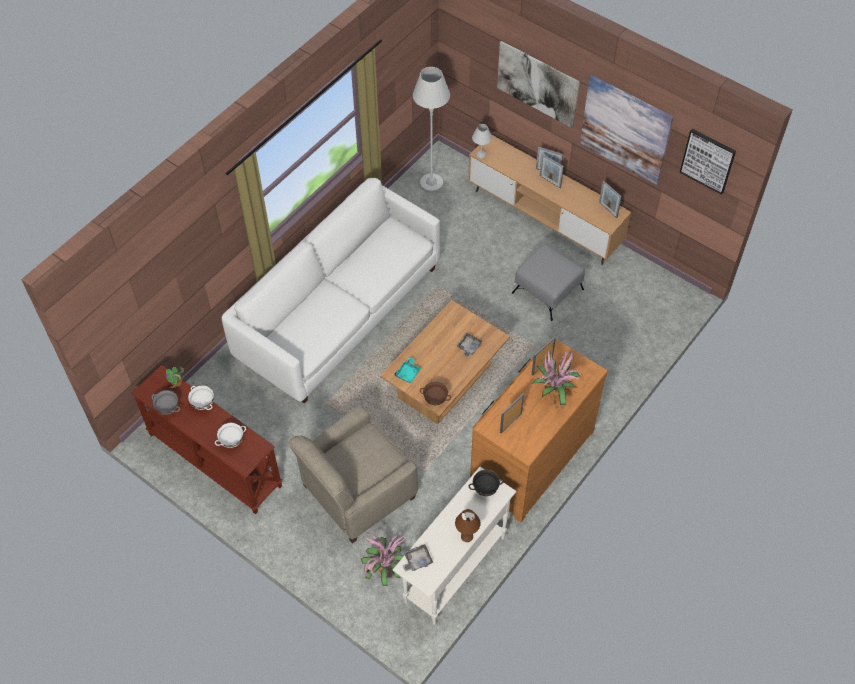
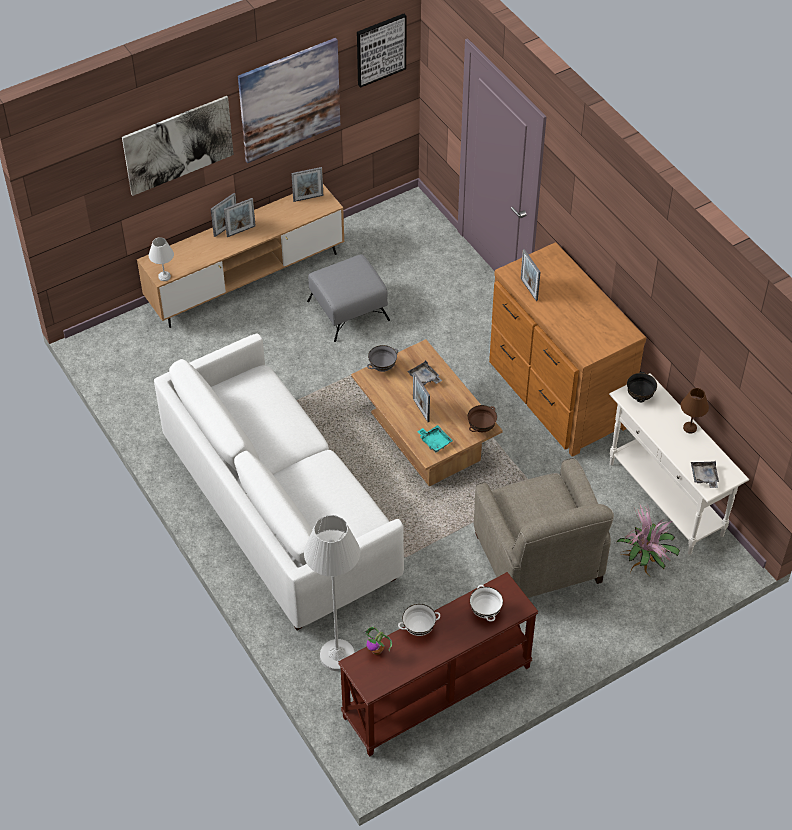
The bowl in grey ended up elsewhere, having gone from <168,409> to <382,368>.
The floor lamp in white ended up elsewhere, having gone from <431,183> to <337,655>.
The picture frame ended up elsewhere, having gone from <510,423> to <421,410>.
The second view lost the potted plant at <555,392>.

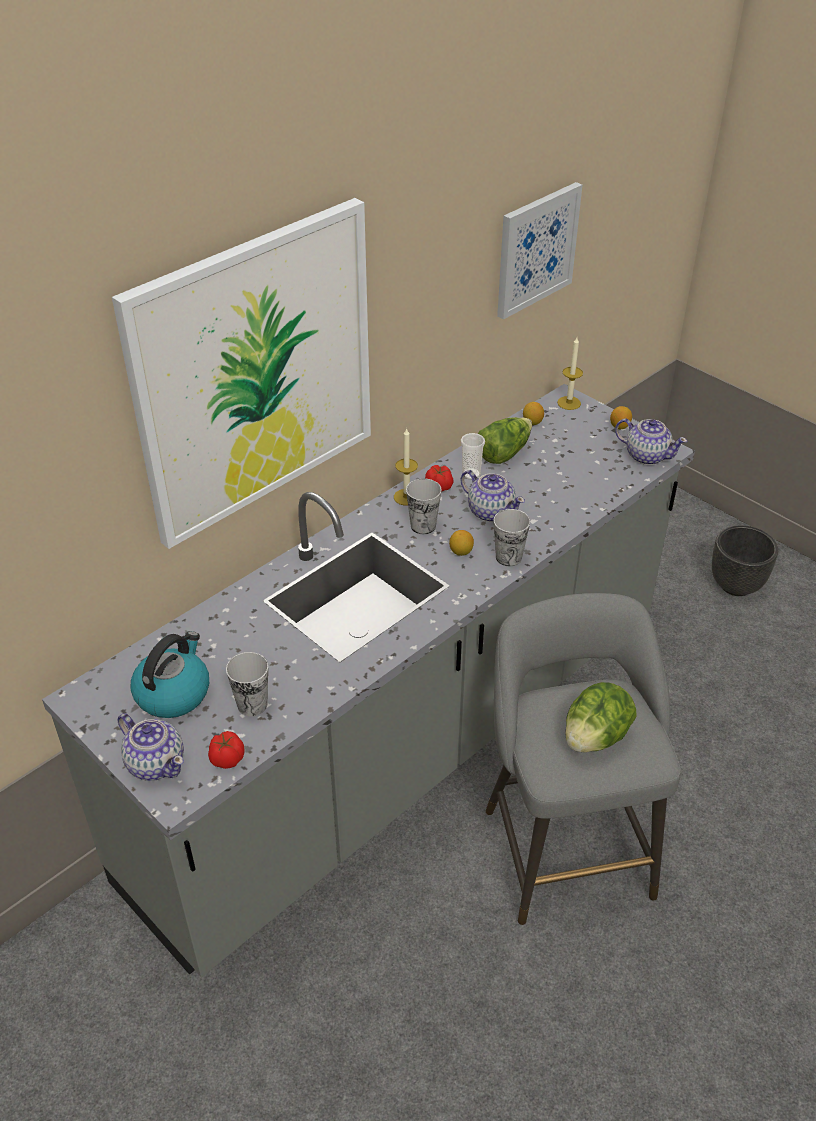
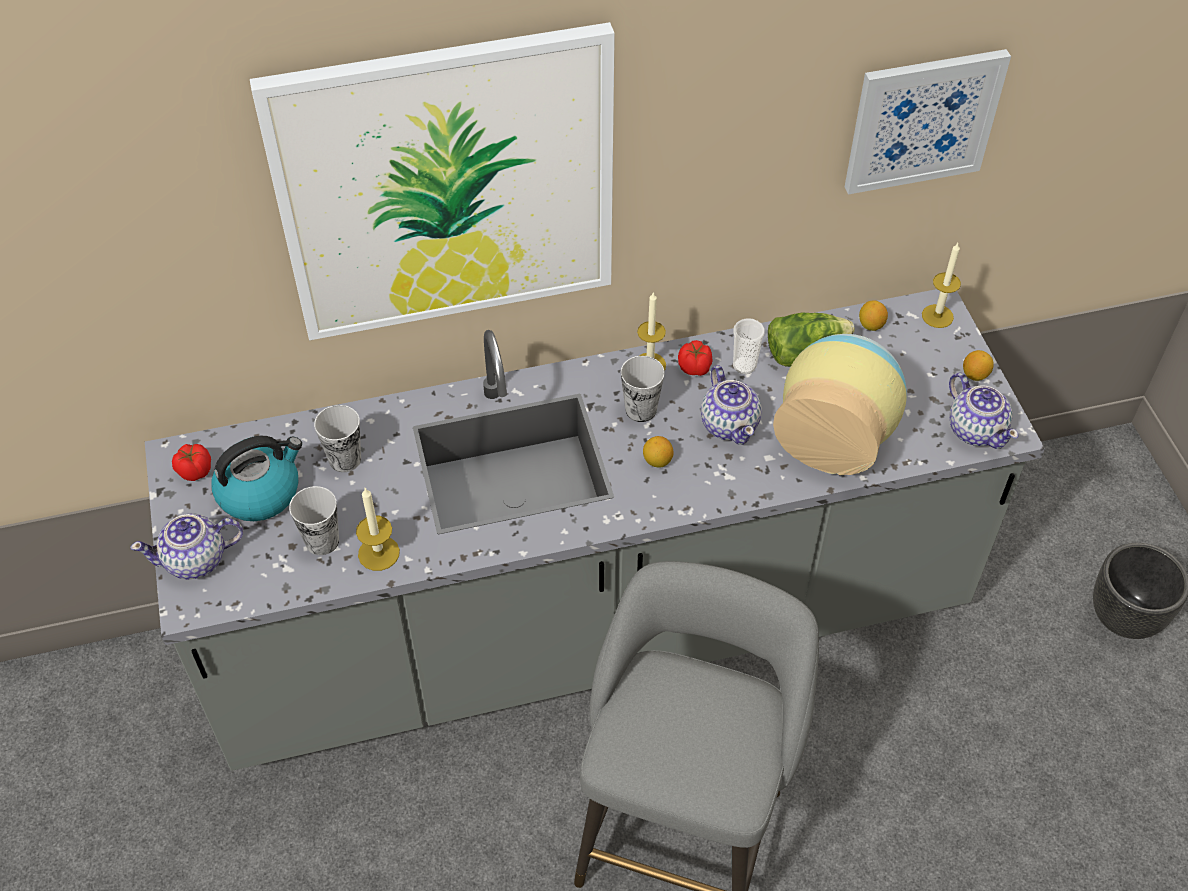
The teapot at <156,763> ended up facing another way, 90 degrees clockwise from before.
The tomato ended up elsewhere, having gone from <226,759> to <194,471>.
The cup ended up elsewhere, having gone from <508,557> to <345,459>.
The second view lost the lettuce at <595,737>.
The second view gained the candle at <378,553>.
The second view gained the vase at <836,433>.

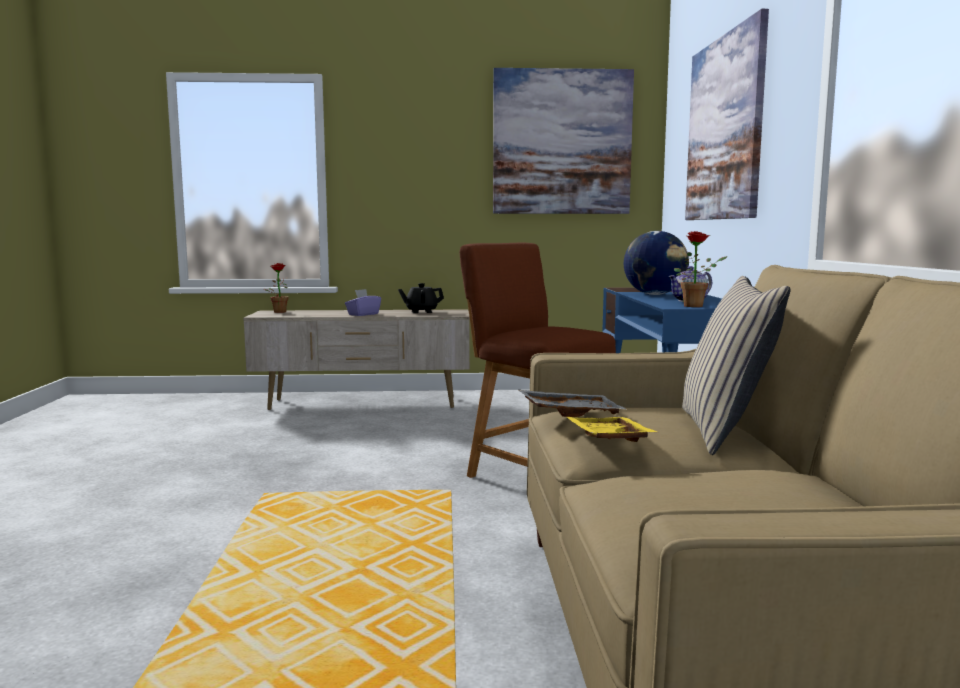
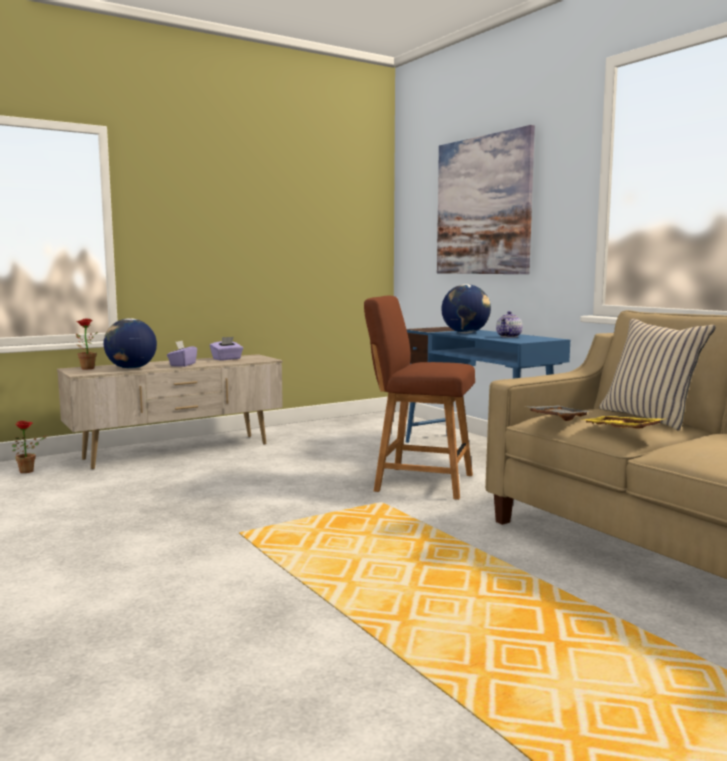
Where the teapot in black stood at <421,312>, the tissue box in purple came to stand at <227,359>.
The second view lost the picture at <562,142>.
The potted plant ended up elsewhere, having gone from <697,306> to <29,471>.
The second view gained the globe at <131,368>.

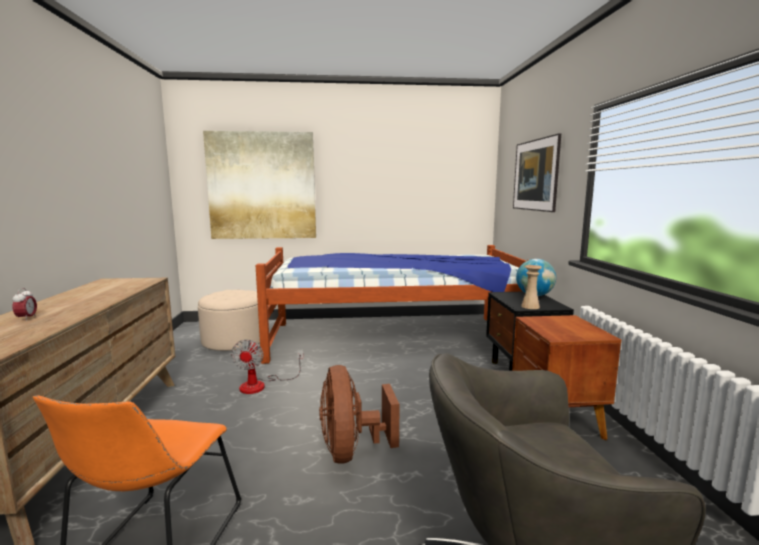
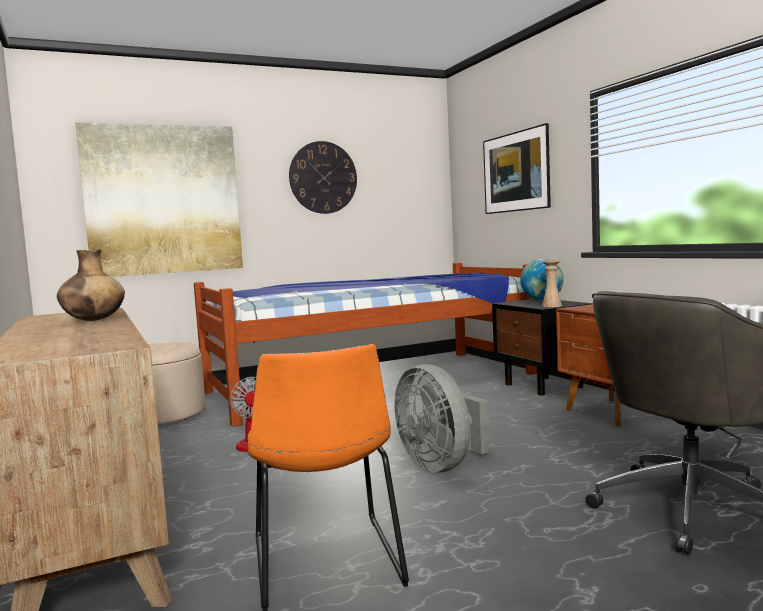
The second view lost the alarm clock at <27,318>.
What was the fan in brown at <351,451> turned into the fan in grey at <441,465>.
The second view gained the vase in brown at <93,320>.
The second view gained the wall clock at <323,177>.

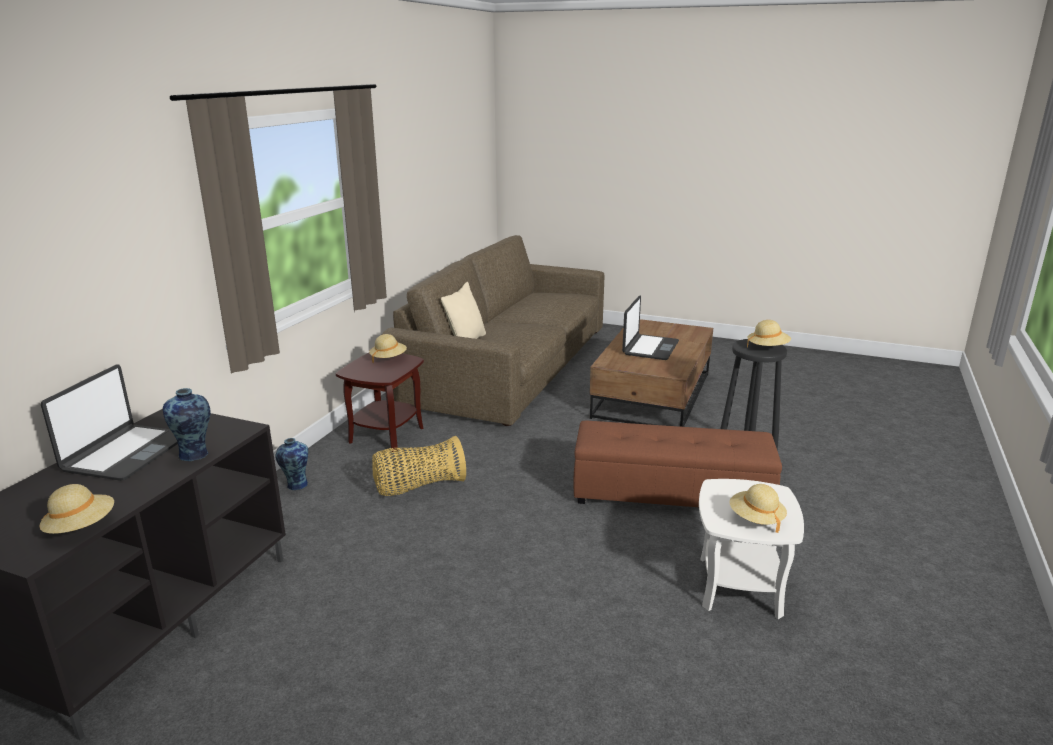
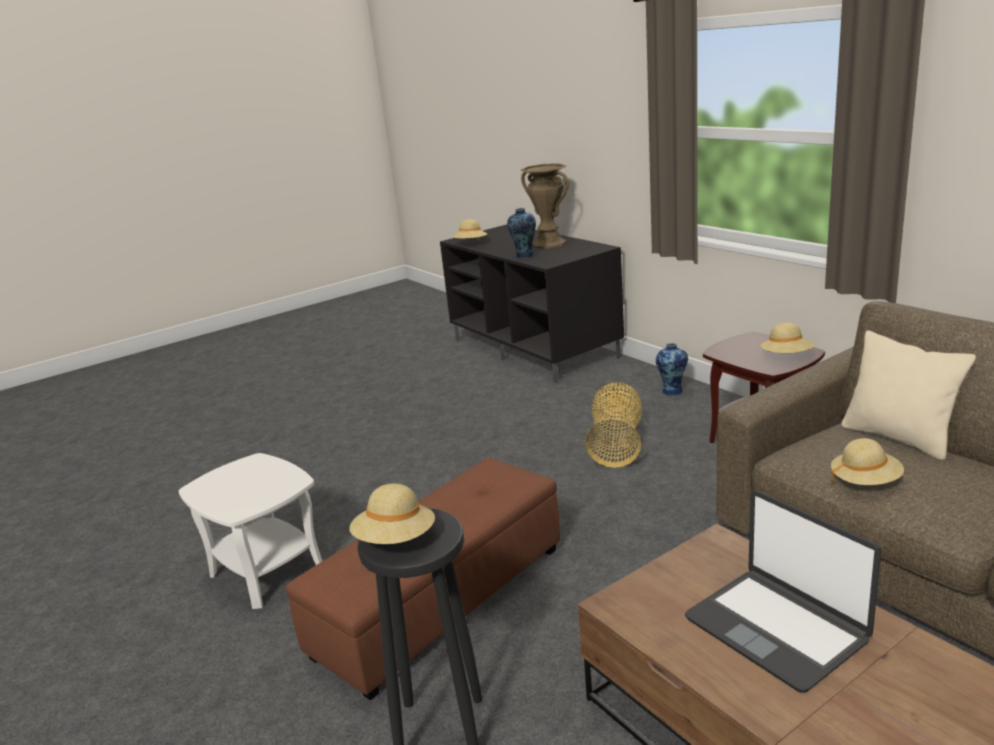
Where the laptop stood at <126,453>, the vase in brown came to stand at <549,244>.
The hat in beige ended up elsewhere, having gone from <756,519> to <865,481>.

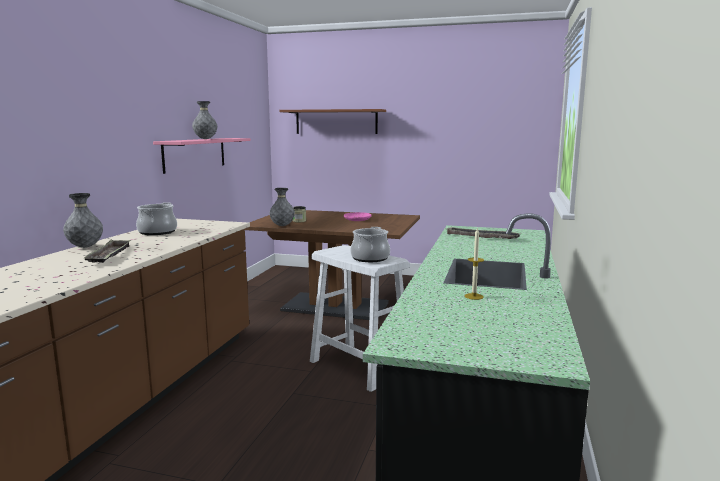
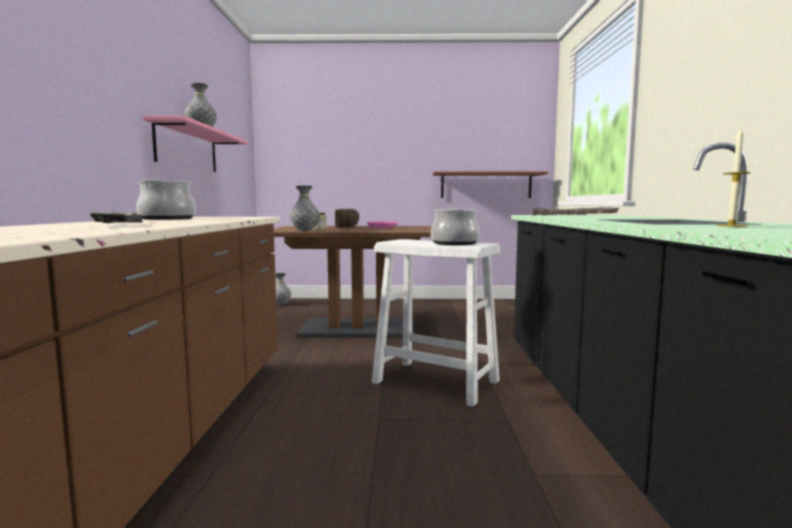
The vase in grey ended up elsewhere, having gone from <85,247> to <280,304>.
The shelf in brown ended up elsewhere, having gone from <336,121> to <486,185>.
The second view gained the bread at <348,227>.

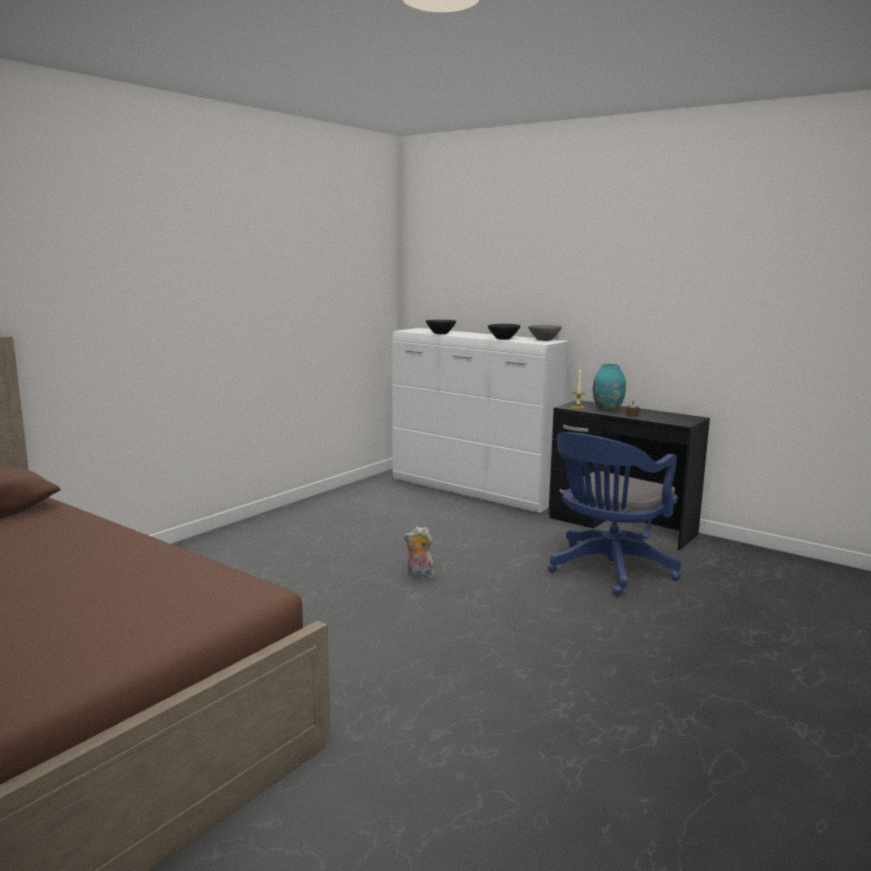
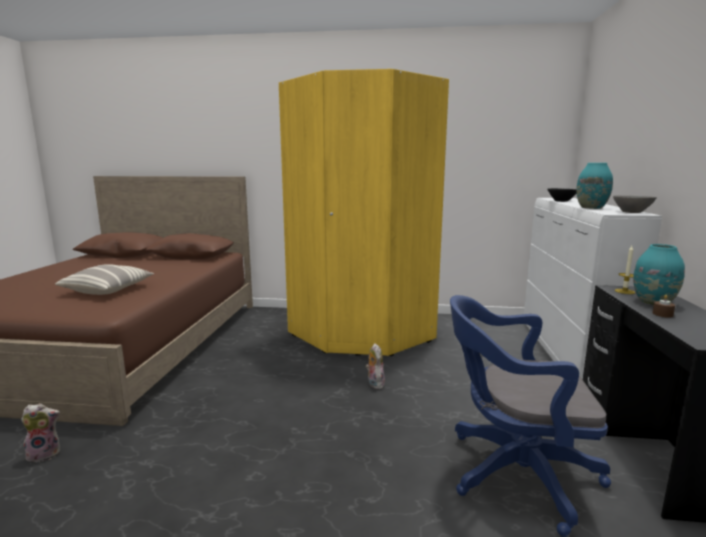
Where the bowl in black stood at <503,339>, the vase in turquoise came to stand at <591,208>.
The second view gained the plush toy at <45,454>.
The second view gained the pillow at <108,290>.
The second view gained the wardrobe in yellow at <361,334>.

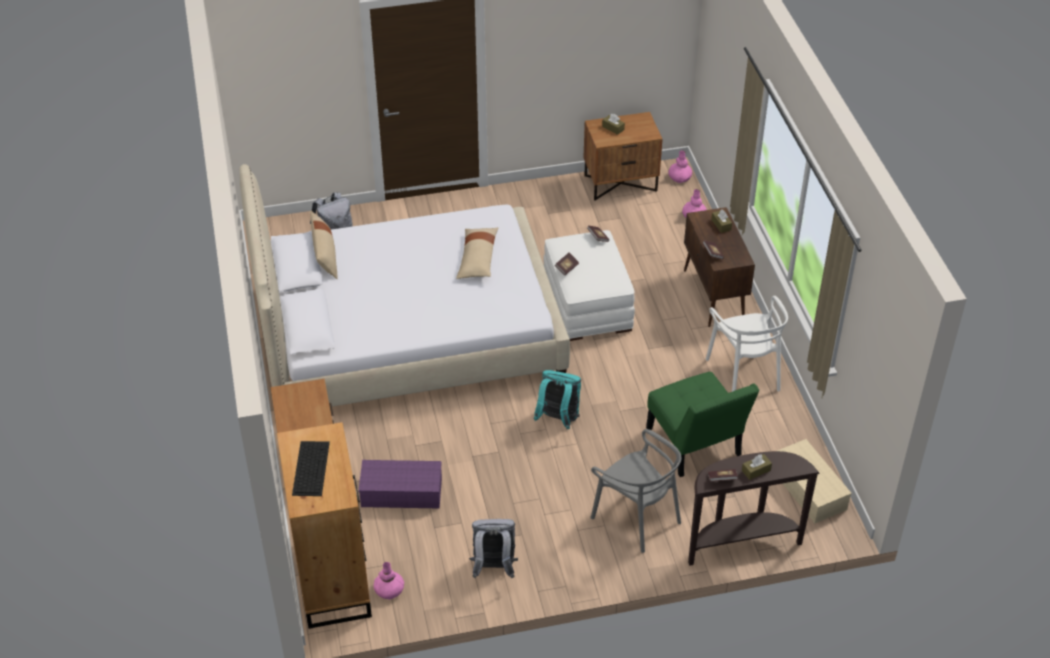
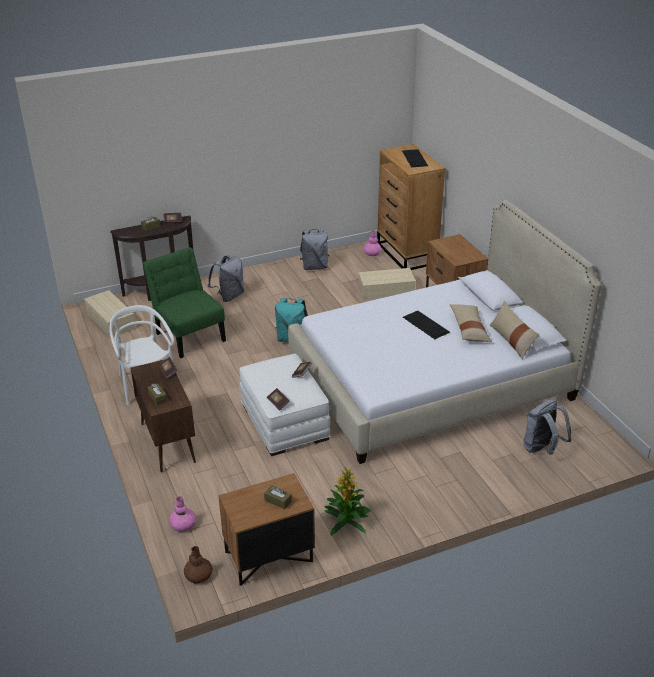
What was the storage box in purple at <403,491> turned into the storage box in beige at <385,292>.
The pillow in beige ended up elsewhere, having gone from <477,259> to <469,329>.
Where the chair in grey stood at <637,517>, the backpack in grey came to stand at <229,296>.
What was the vase in pink at <680,177> turned into the vase in brown at <198,575>.
The second view gained the potted plant at <347,521>.
The second view gained the keyboard at <426,324>.

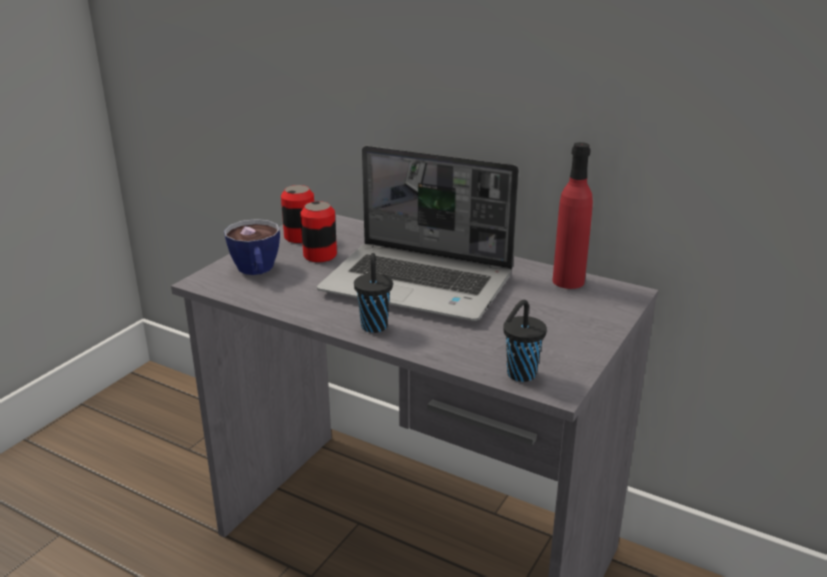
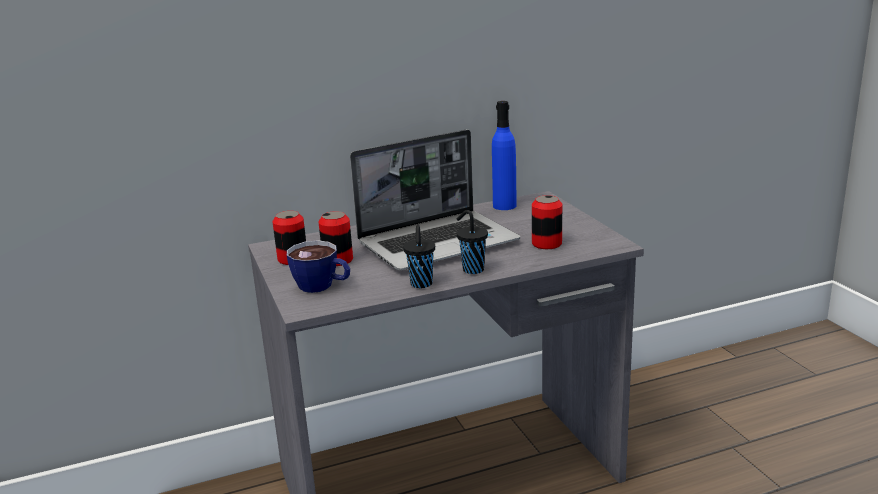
The cup in black ended up elsewhere, having gone from <519,375> to <421,284>.
What was the bottle in red at <568,281> turned into the bottle in blue at <504,206>.
The second view gained the can at <546,244>.

